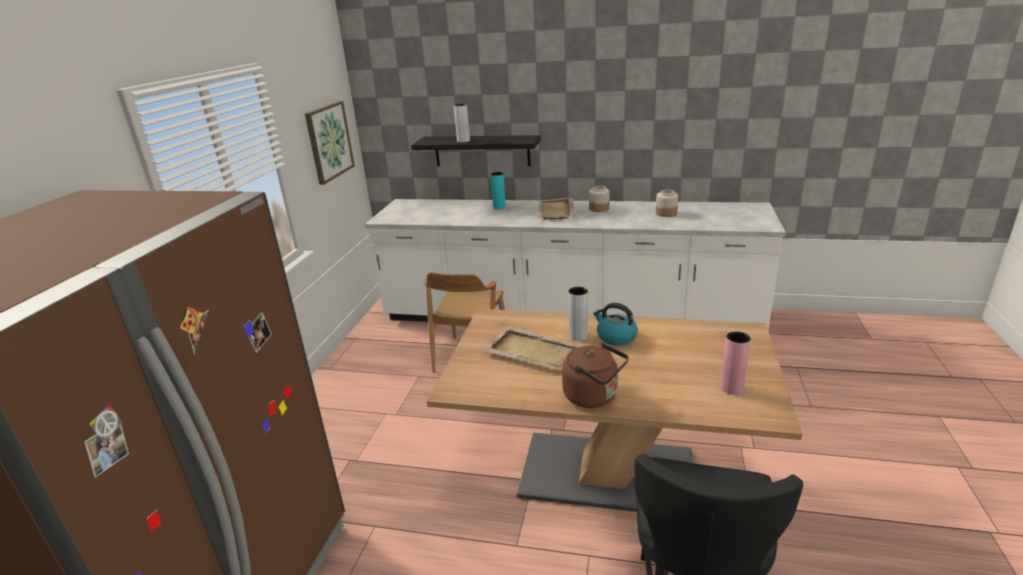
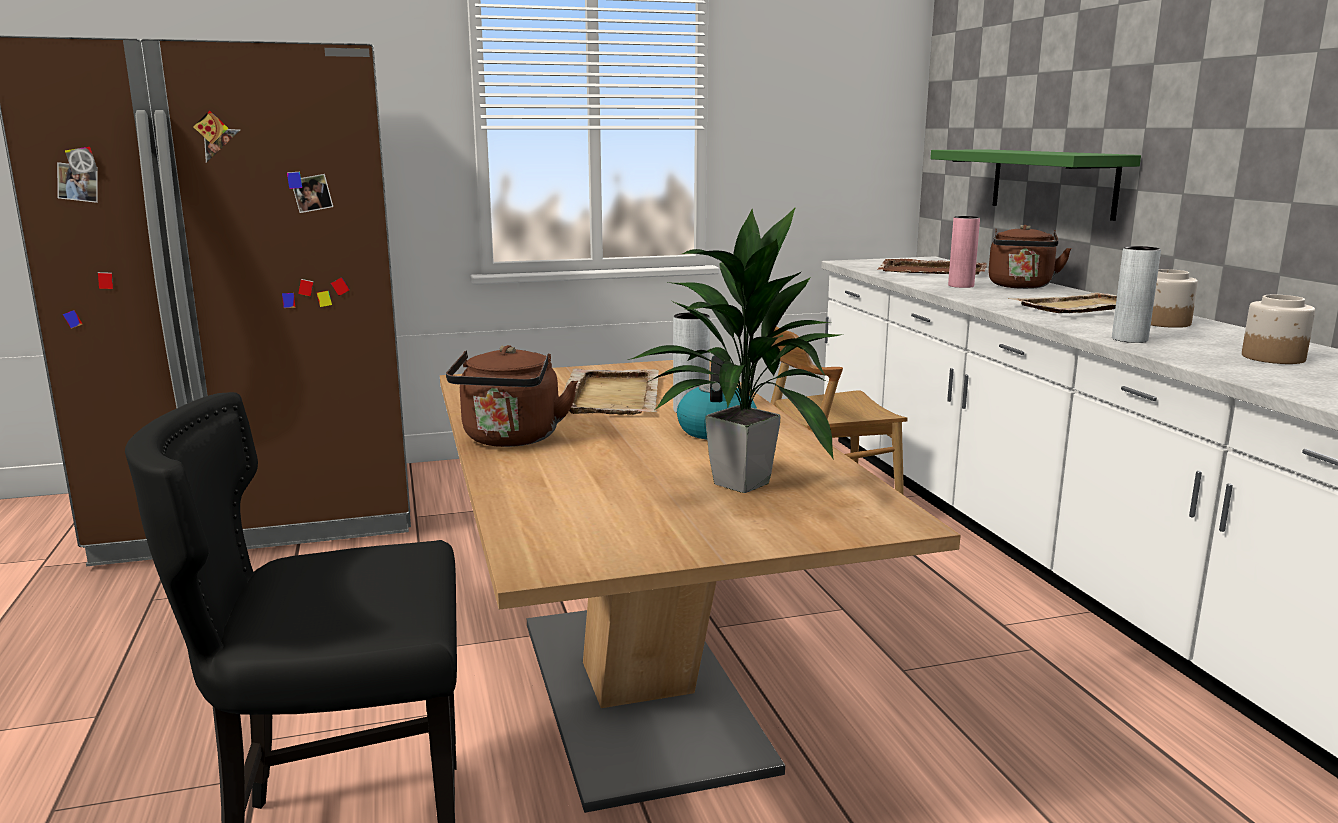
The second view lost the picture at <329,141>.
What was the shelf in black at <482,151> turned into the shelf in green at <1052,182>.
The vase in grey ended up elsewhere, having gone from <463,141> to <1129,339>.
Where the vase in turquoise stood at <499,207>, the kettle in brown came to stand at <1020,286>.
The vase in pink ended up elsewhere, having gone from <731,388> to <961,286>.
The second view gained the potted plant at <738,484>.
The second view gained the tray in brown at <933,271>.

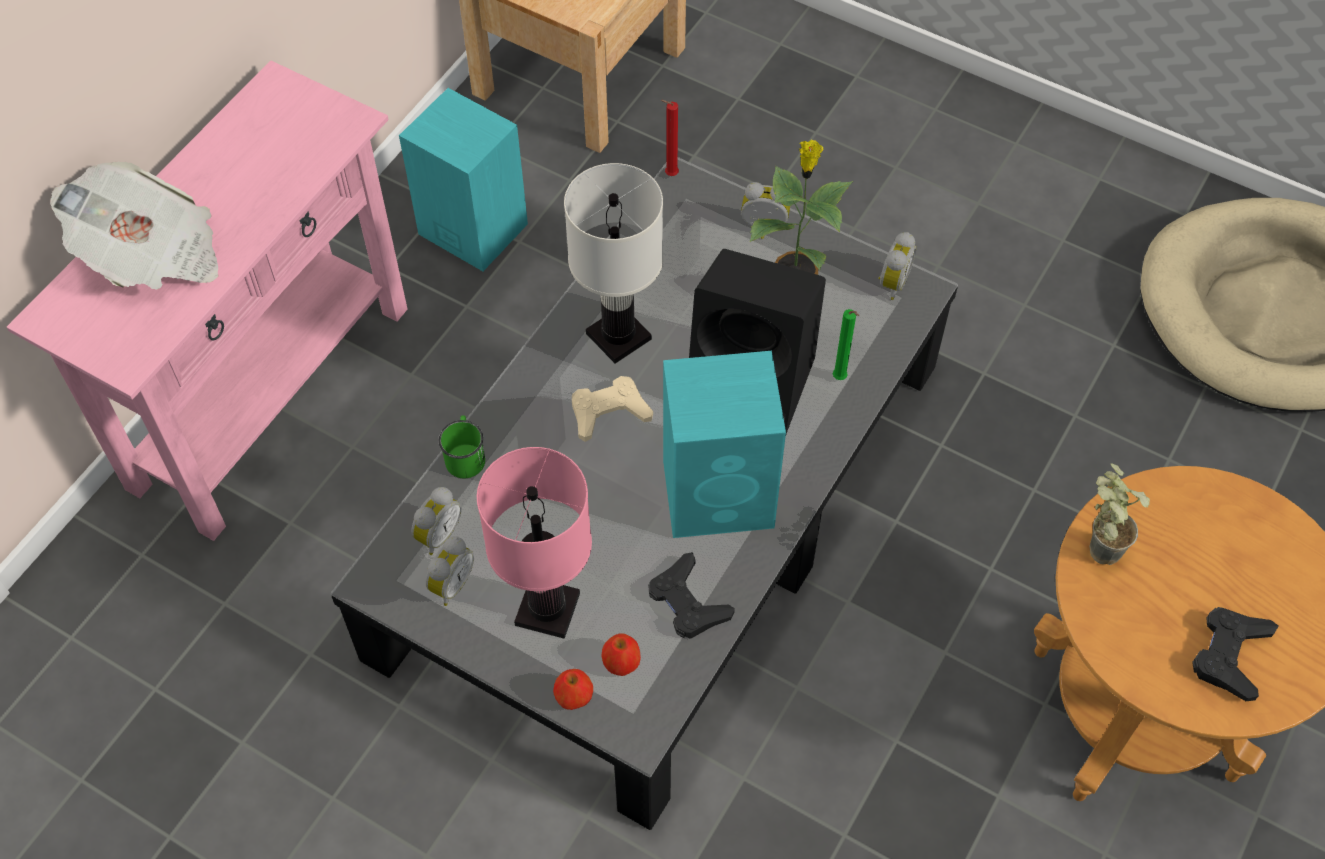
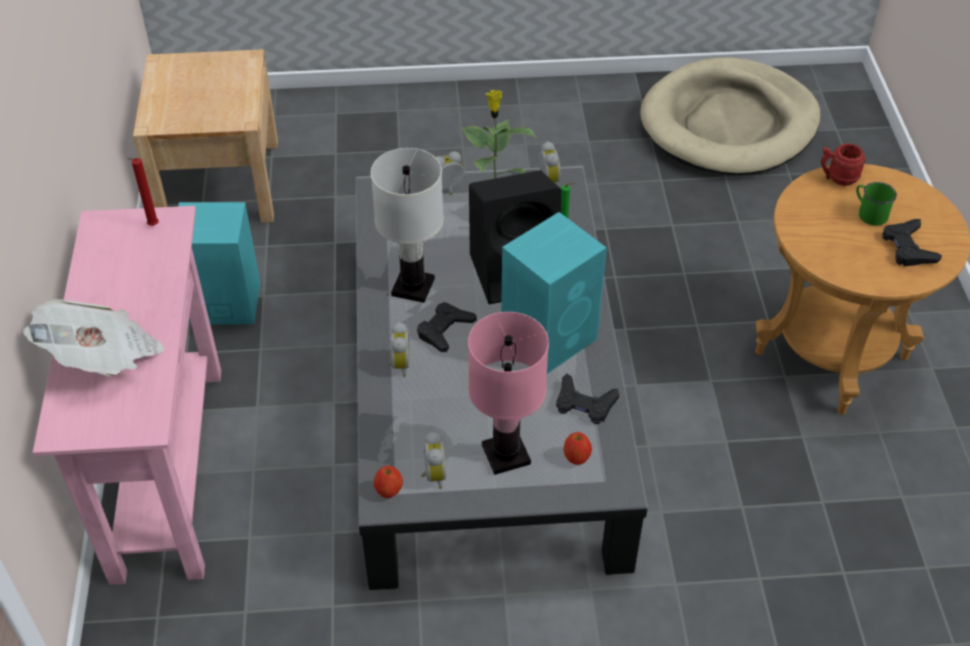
The alarm clock ended up elsewhere, having gone from <437,534> to <399,365>.
The mug in green ended up elsewhere, having gone from <465,455> to <869,213>.
The apple ended up elsewhere, having gone from <574,698> to <389,491>.
What was the game controller in beige at <609,412> turned into the game controller in black at <445,330>.
The candle in red ended up elsewhere, having gone from <669,175> to <152,226>.
The second view lost the potted plant at <1096,544>.
The second view gained the mug in red at <837,178>.

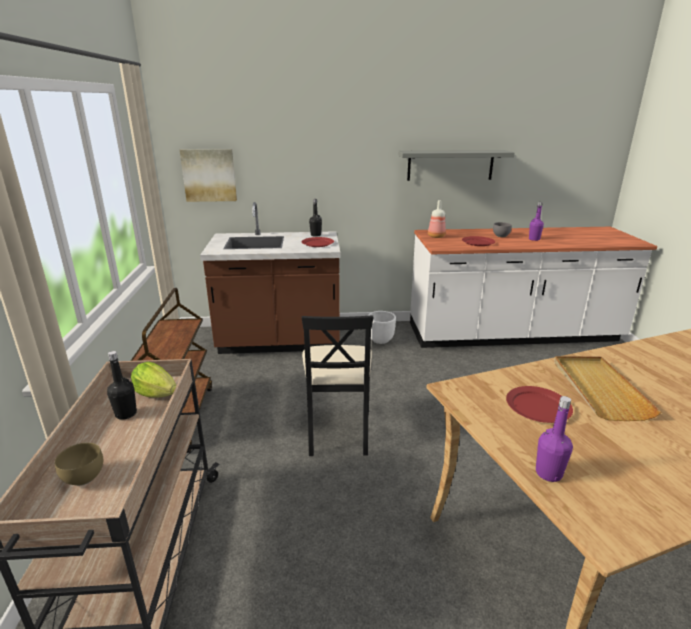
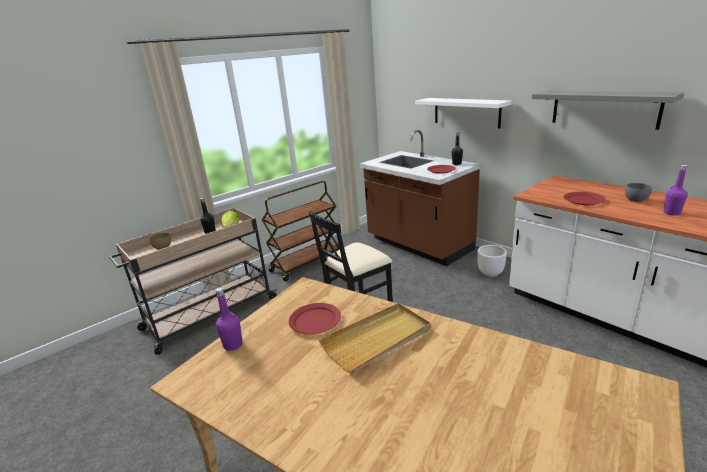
The second view lost the picture at <209,175>.
The second view lost the bottle at <436,236>.
The second view gained the shelf in white at <466,112>.

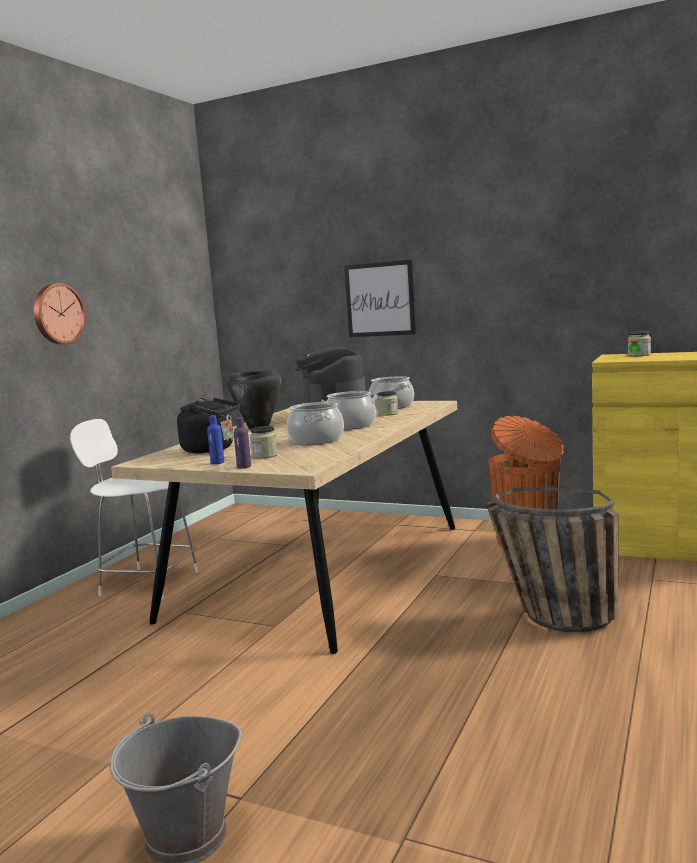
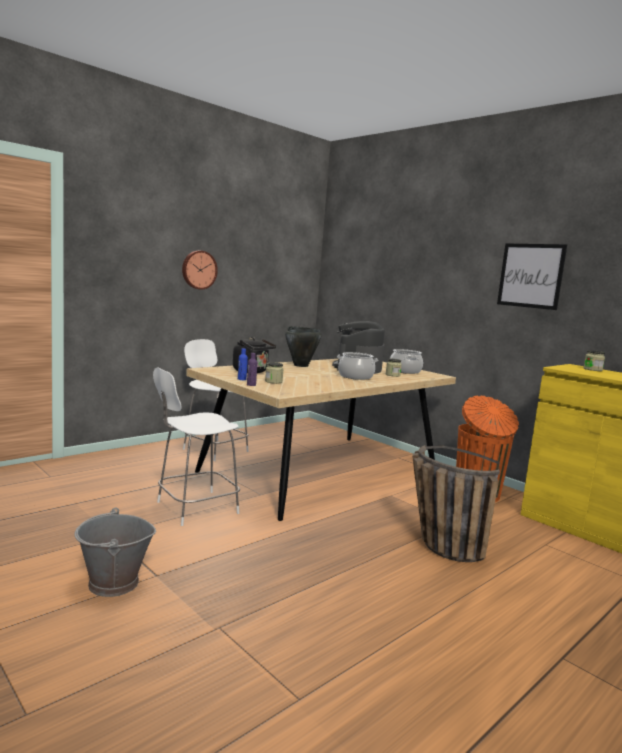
The second view lost the cooking pot at <317,440>.
The picture ended up elsewhere, having gone from <380,299> to <530,275>.
The second view gained the chair in white at <194,508>.

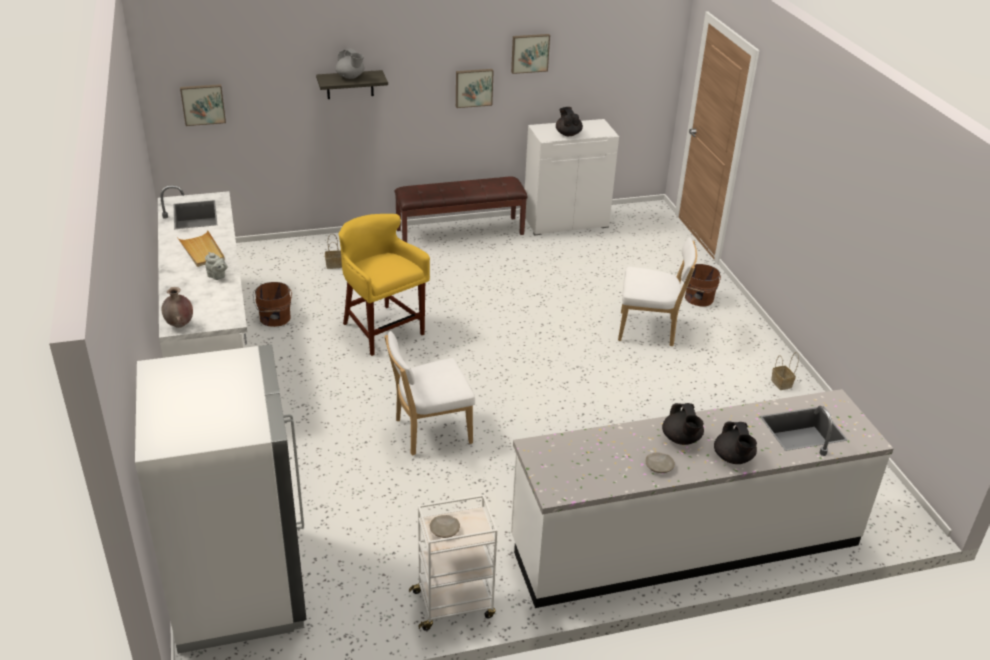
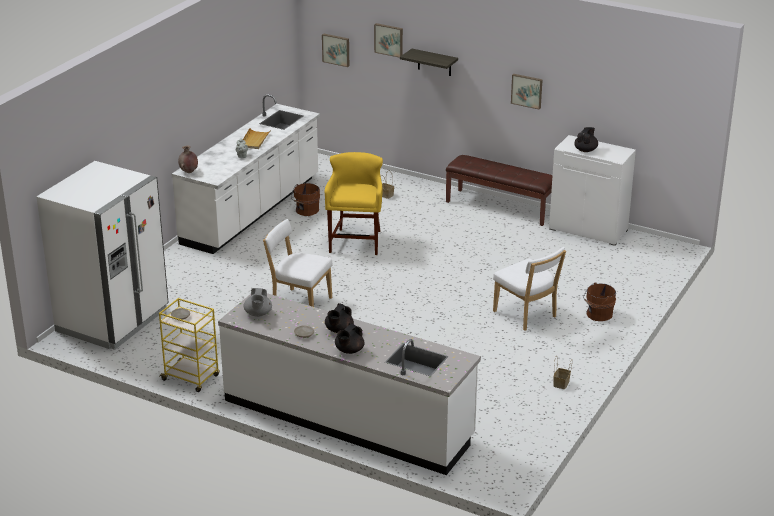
The teapot in grey ended up elsewhere, having gone from <350,77> to <258,314>.
What was the cart in white at <454,604> turned into the cart in yellow at <191,378>.
The picture ended up elsewhere, having gone from <529,53> to <389,39>.

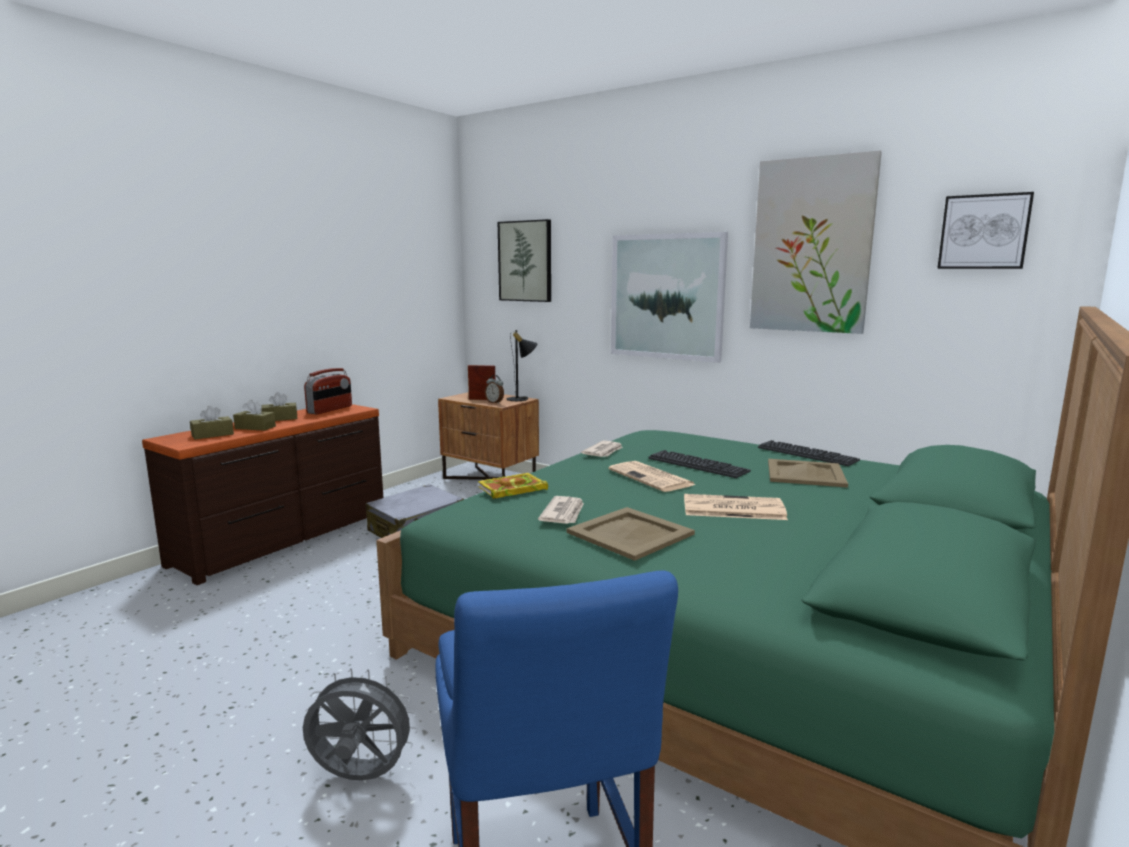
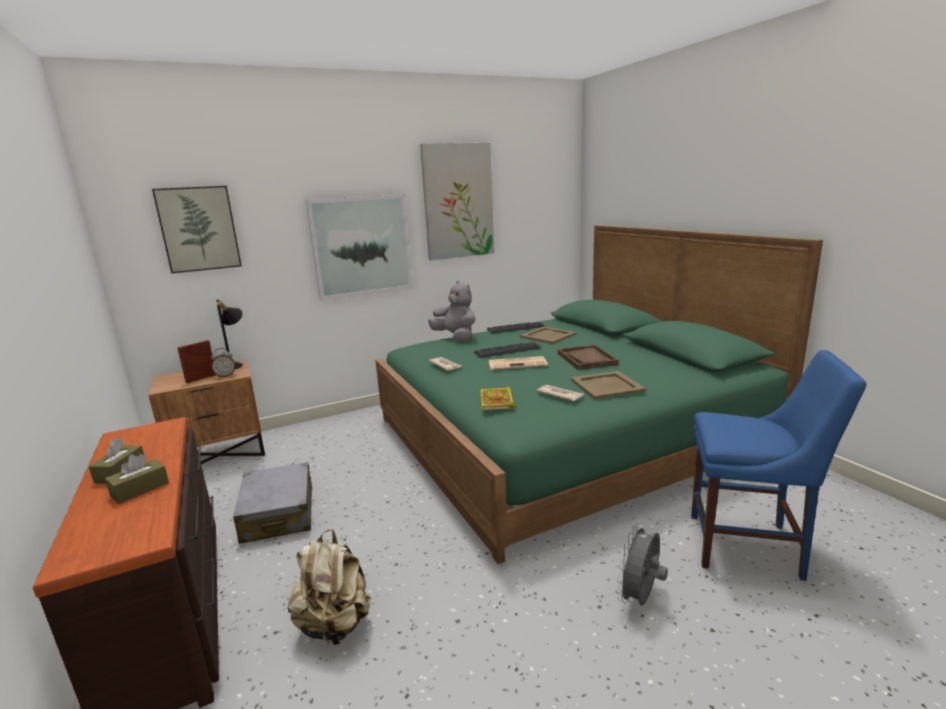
The second view lost the tissue box in brown at <212,435>.
The second view lost the radio at <330,410>.
Where the newspaper stood at <731,508>, the tray in brown came to stand at <587,359>.
The second view lost the picture at <984,232>.
The second view gained the backpack in beige at <335,625>.
The second view gained the plush toy in grey at <456,337>.

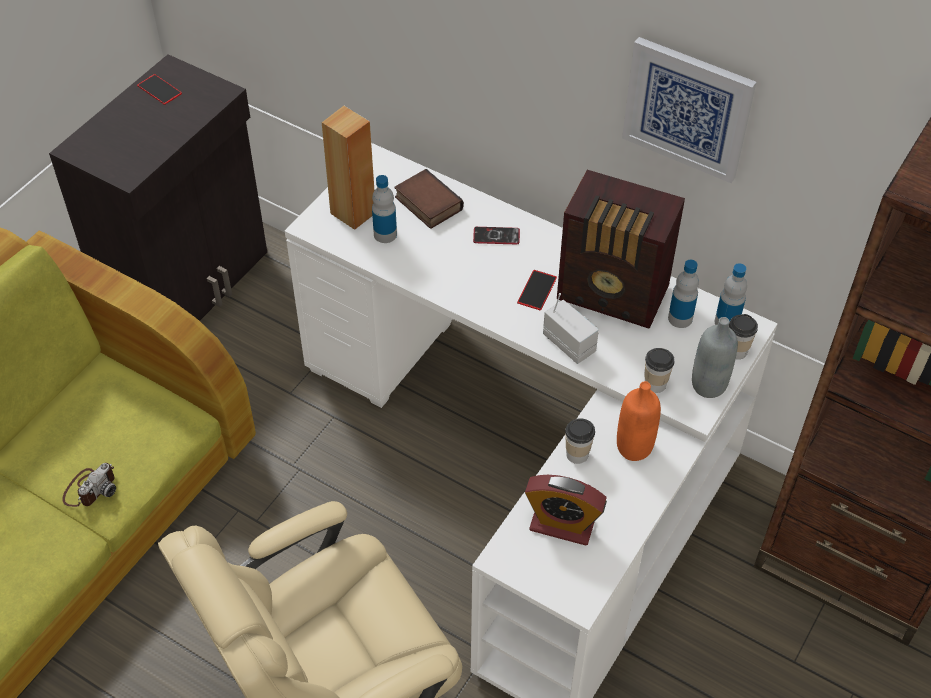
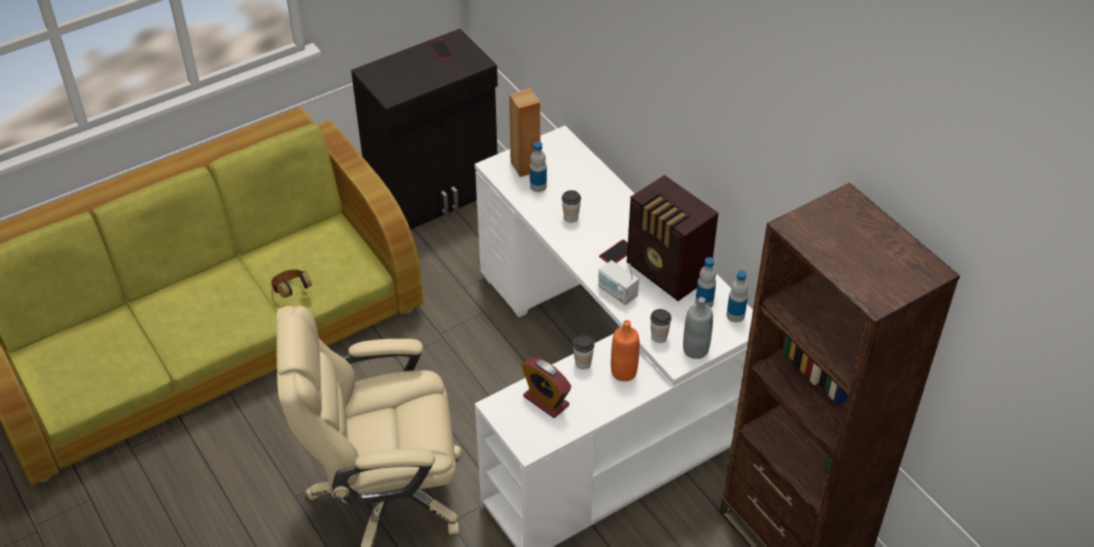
Where the photo camera stood at <90,488>, the headphones came to stand at <292,292>.
The second view lost the book at <426,204>.
The second view lost the phone at <496,236>.
The radio at <569,343> ended up facing another way, 150 degrees clockwise from before.
The second view lost the picture at <688,108>.
The cup ended up elsewhere, having gone from <736,351> to <571,217>.

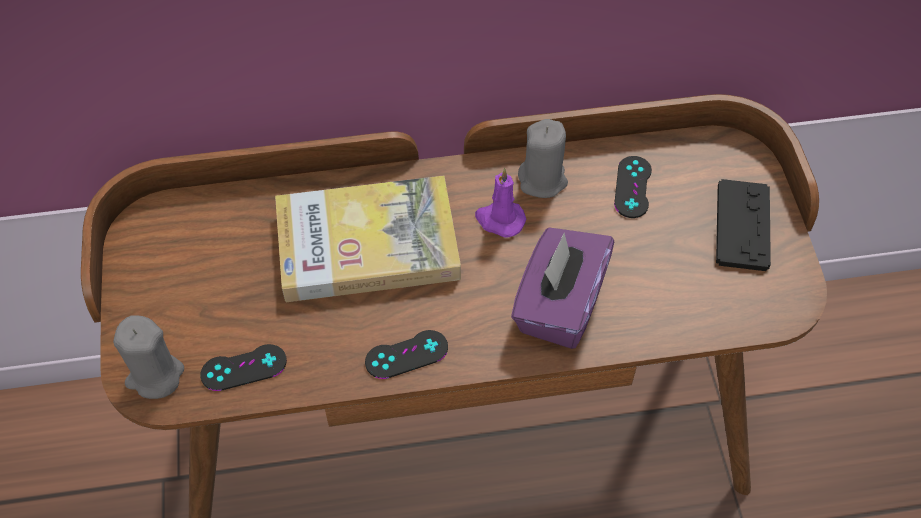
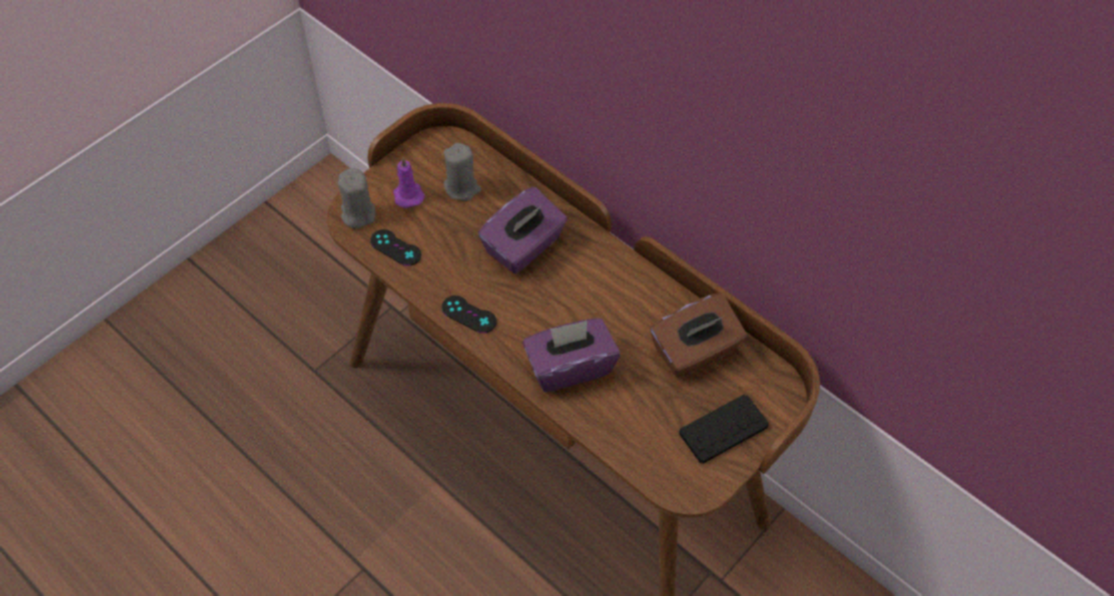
Where the book stood at <367,244>, the tissue box in purple came to stand at <524,247>.
The candle in purple ended up elsewhere, having gone from <499,220> to <408,194>.
The candle in grey ended up elsewhere, having gone from <542,180> to <462,188>.
Where the game controller in black stood at <633,187>, the tissue box in brown came to stand at <695,351>.

